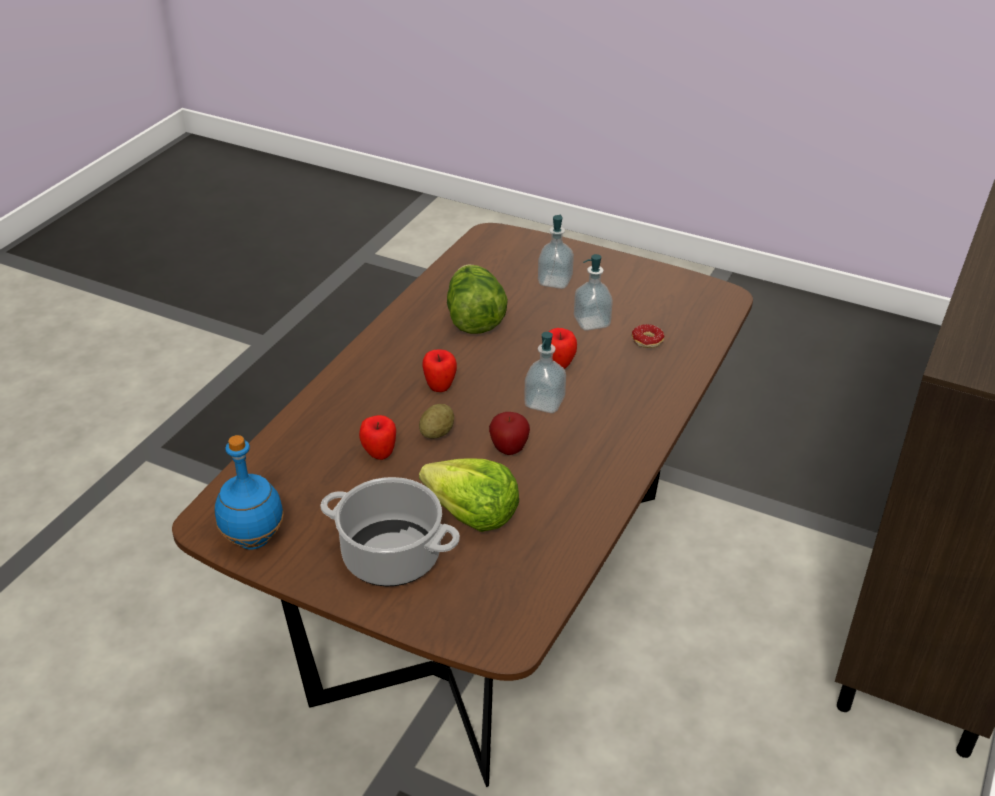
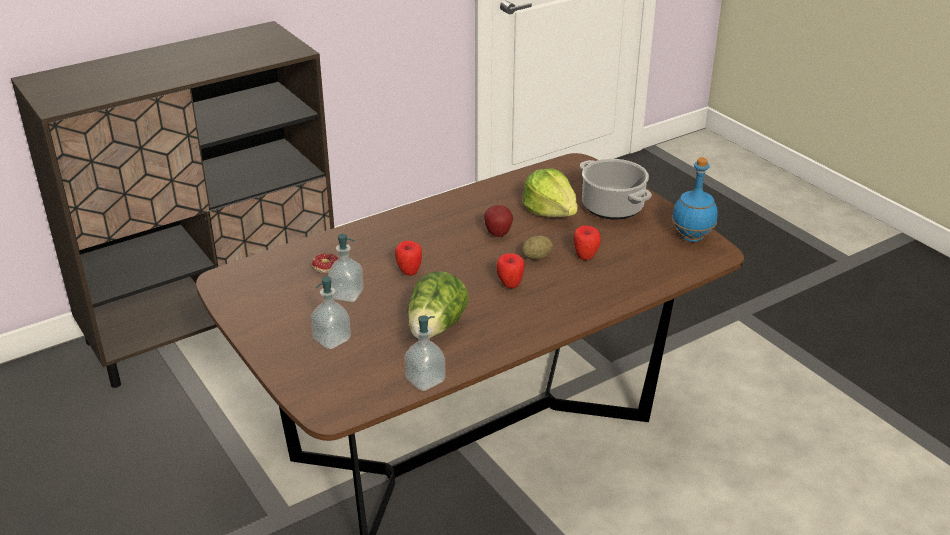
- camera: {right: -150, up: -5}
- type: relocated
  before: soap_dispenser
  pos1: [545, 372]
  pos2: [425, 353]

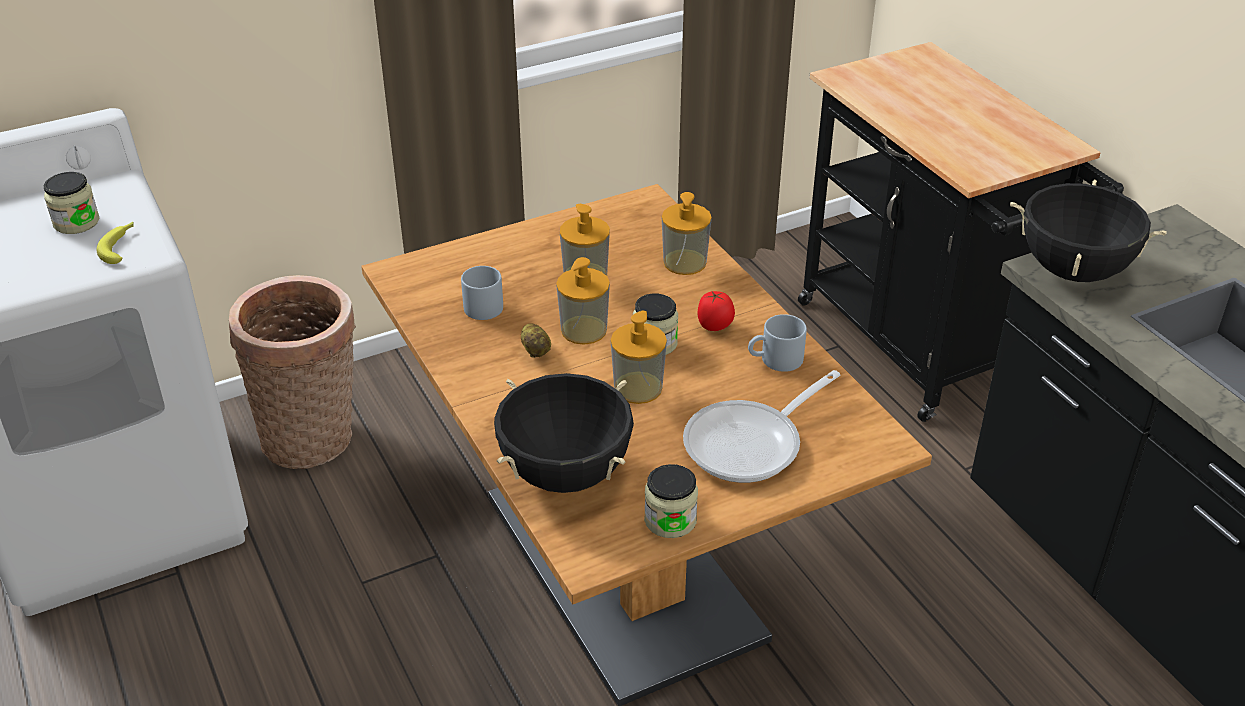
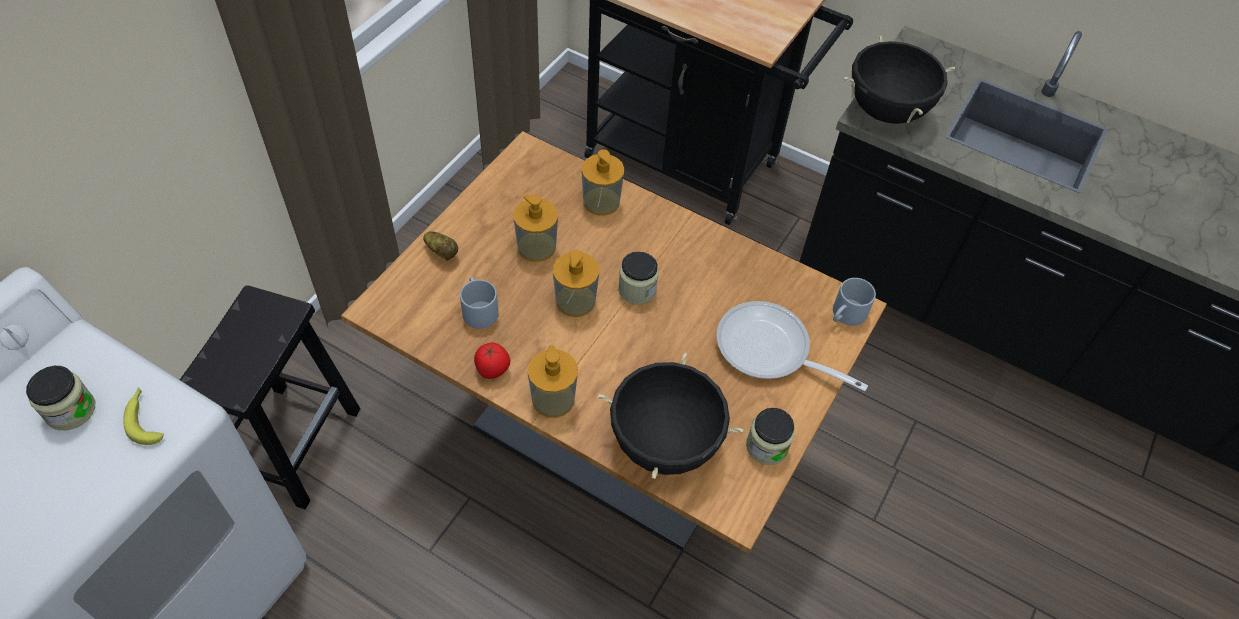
- camera: {right: -35, up: 15}
- type: exchanged
  before: basket
  after: black_stool
  pos1: [292, 372]
  pos2: [270, 397]
- type: relocated
  before: tomato
  pos1: [716, 311]
  pos2: [492, 361]
- type: relocated
  before: soap_dispenser
  pos1: [639, 357]
  pos2: [553, 381]
- type: relocated
  before: grey_mug
  pos1: [777, 343]
  pos2: [854, 302]
- type: relocated
  before: potato
  pos1: [536, 340]
  pos2: [440, 246]
- type: spun
  before: frying_pan
  pos1: [762, 426]
  pos2: [792, 346]
  turn: 105

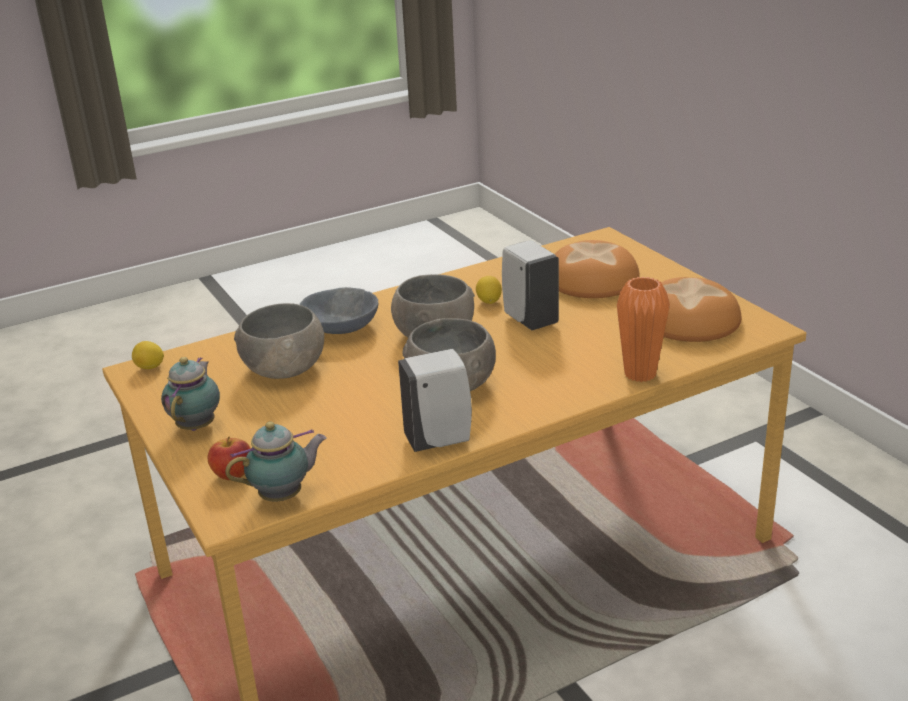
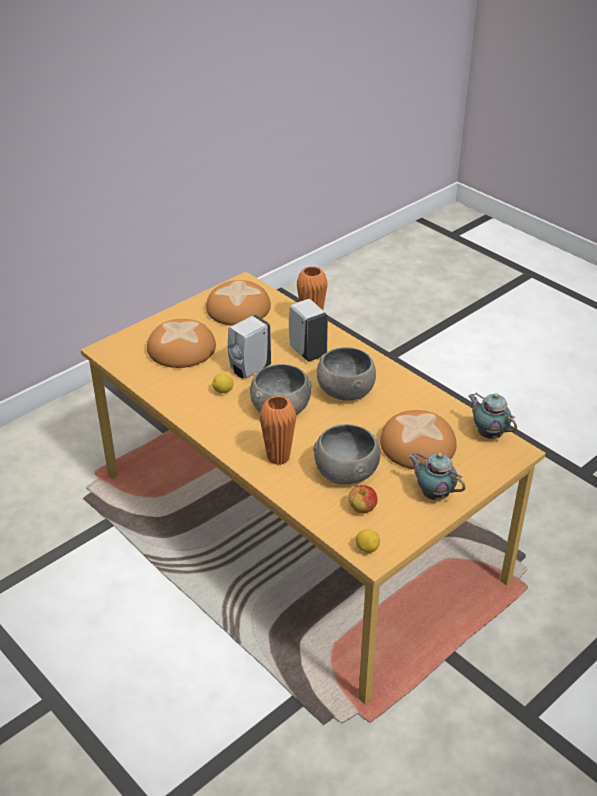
- camera: {right: -105, up: 10}
- type: exchanged
  before: grey_bowl
  after: orange_vase
  pos1: [338, 310]
  pos2: [277, 430]
- type: relocated
  before: white_soap_dispenser
  pos1: [435, 400]
  pos2: [308, 330]
- type: spun
  before: teapot
  pos1: [190, 394]
  pos2: [437, 476]
  turn: 45
- type: relocated
  before: apple
  pos1: [229, 458]
  pos2: [363, 499]
- type: appeared
  after: bread
  pos2: [418, 439]

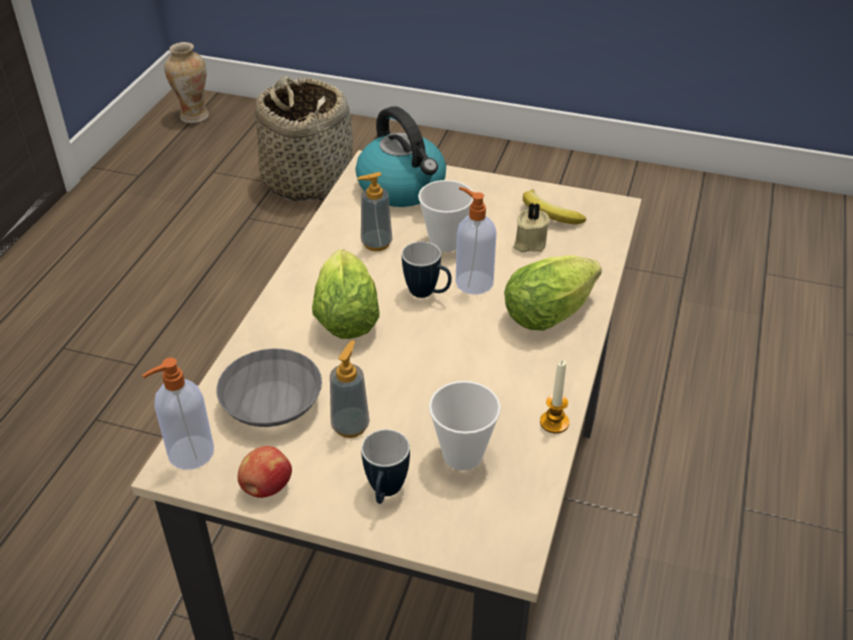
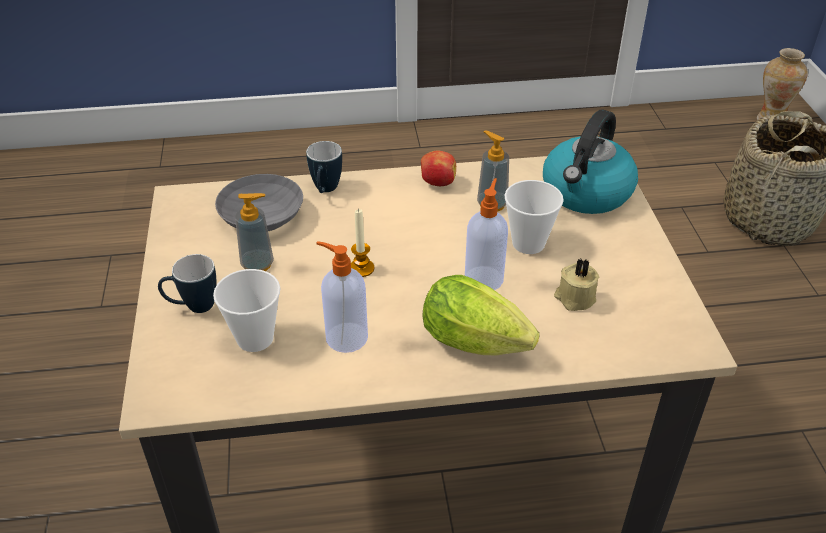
- camera: {right: 65, up: 0}
- type: missing
  before: banana
  pos1: [554, 207]
- type: relocated
  before: mug
  pos1: [427, 269]
  pos2: [324, 167]
- type: missing
  before: lettuce
  pos1: [345, 294]
- type: relocated
  before: soap_dispenser
  pos1: [178, 414]
  pos2: [342, 297]
- type: relocated
  before: candle
  pos1: [554, 396]
  pos2: [362, 243]
- type: relocated
  before: apple
  pos1: [265, 472]
  pos2: [438, 168]

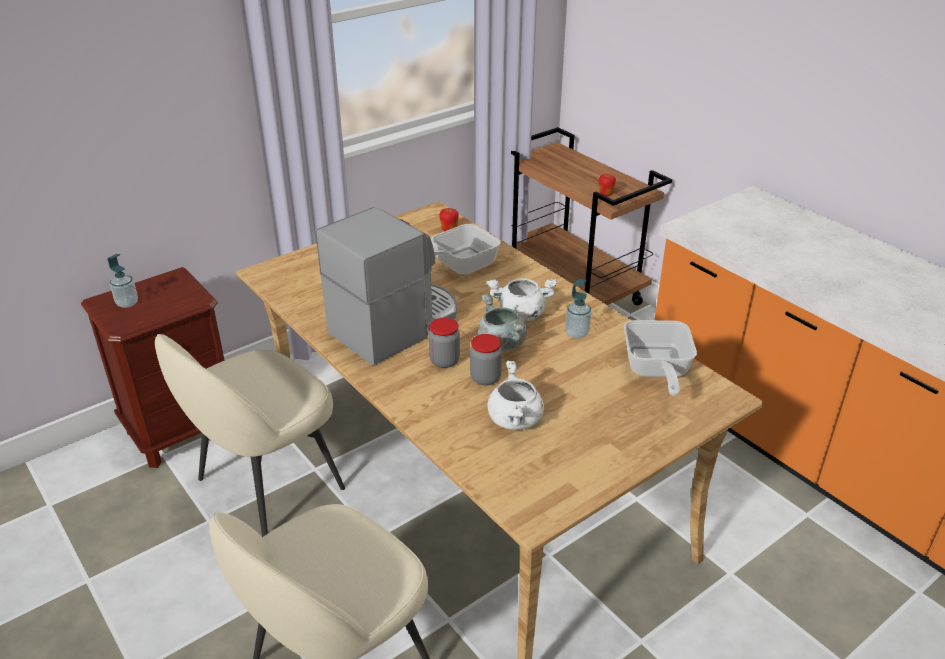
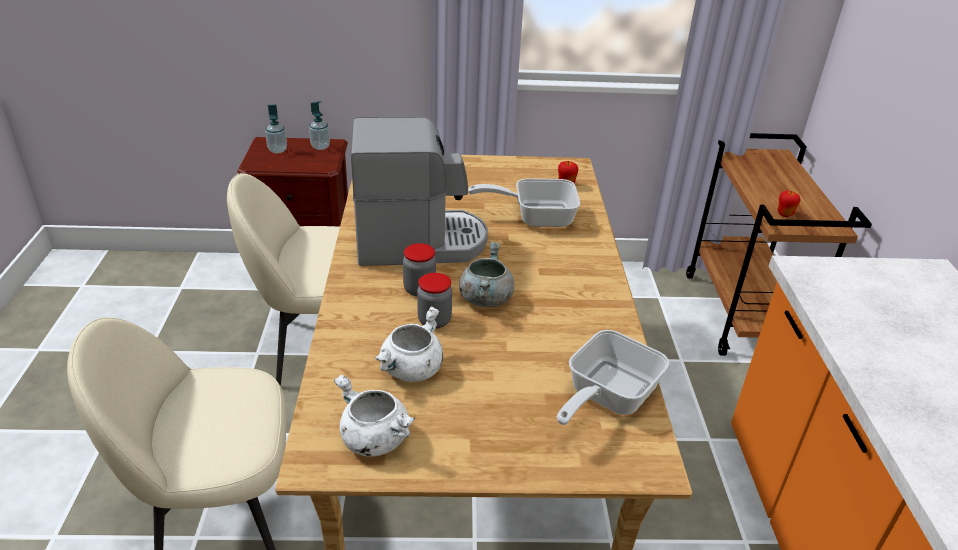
- camera: {right: 35, up: 0}
- type: relocated
  before: white_cooking_pot
  pos1: [522, 299]
  pos2: [374, 416]
- type: relocated
  before: soap_dispenser
  pos1: [578, 309]
  pos2: [319, 125]

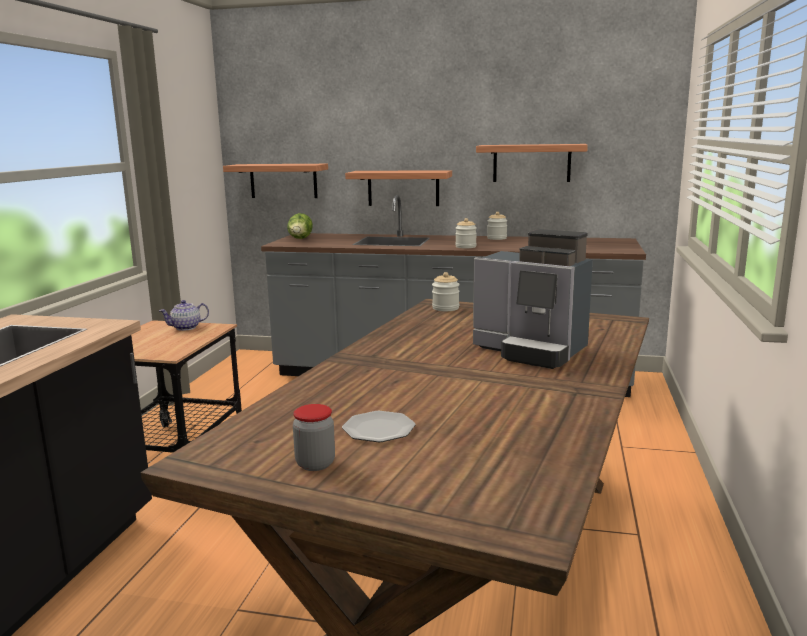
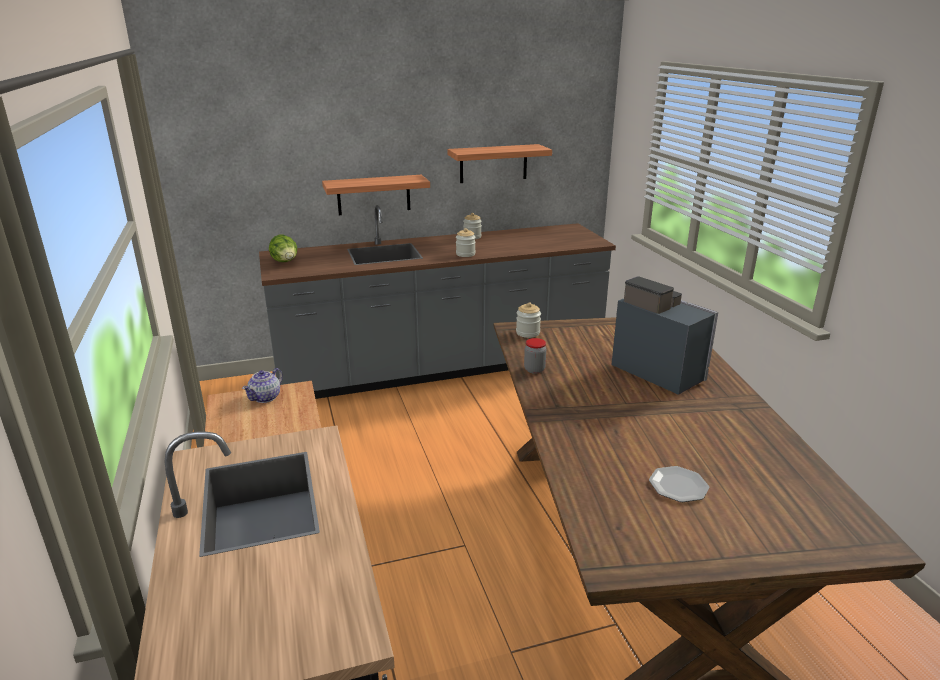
- camera: {right: -30, up: 10}
- type: missing
  before: shelf
  pos1: [275, 181]
- type: spun
  before: coffee_machine
  pos1: [533, 299]
  pos2: [664, 336]
  turn: -135
- type: relocated
  before: jar
  pos1: [314, 437]
  pos2: [535, 356]

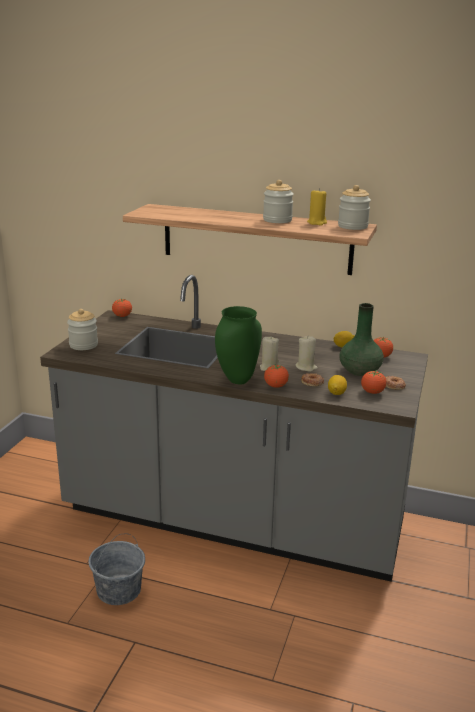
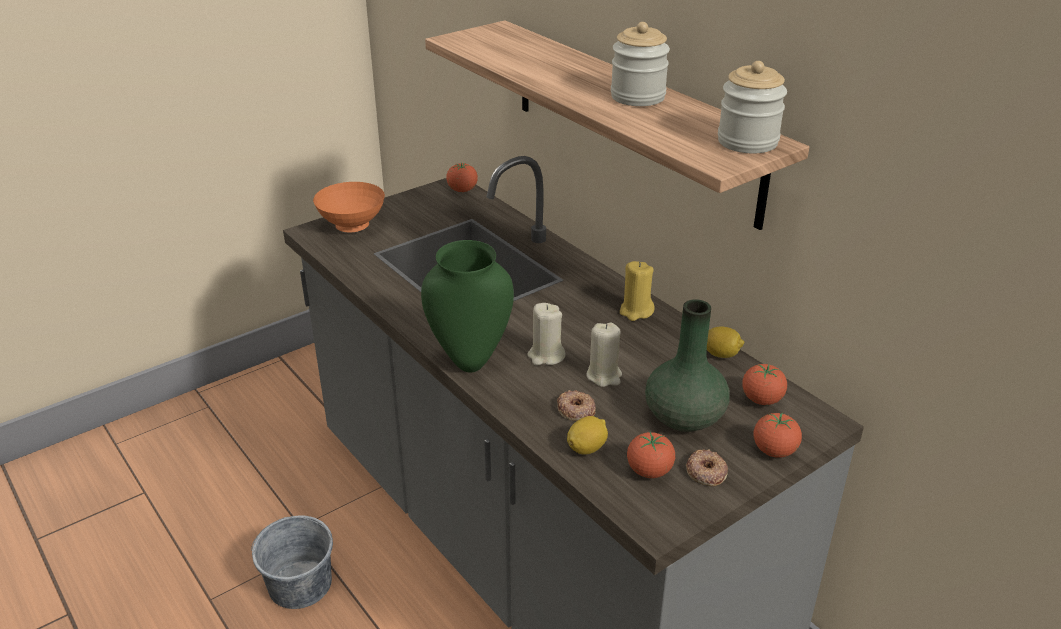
- camera: {right: 35, up: 10}
- type: relocated
  before: yellow_candle
  pos1: [317, 207]
  pos2: [637, 291]
- type: exchanged
  before: jar
  after: orange_bowl
  pos1: [82, 329]
  pos2: [349, 207]
- type: relocated
  before: tomato
  pos1: [276, 376]
  pos2: [778, 435]

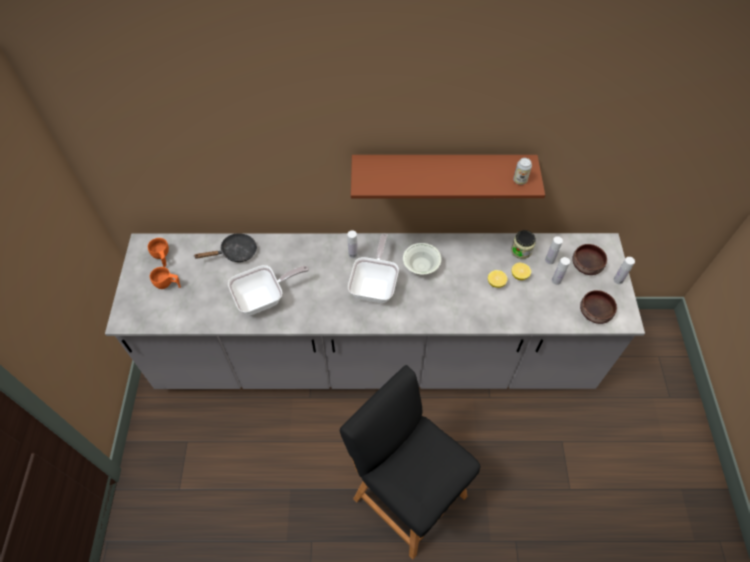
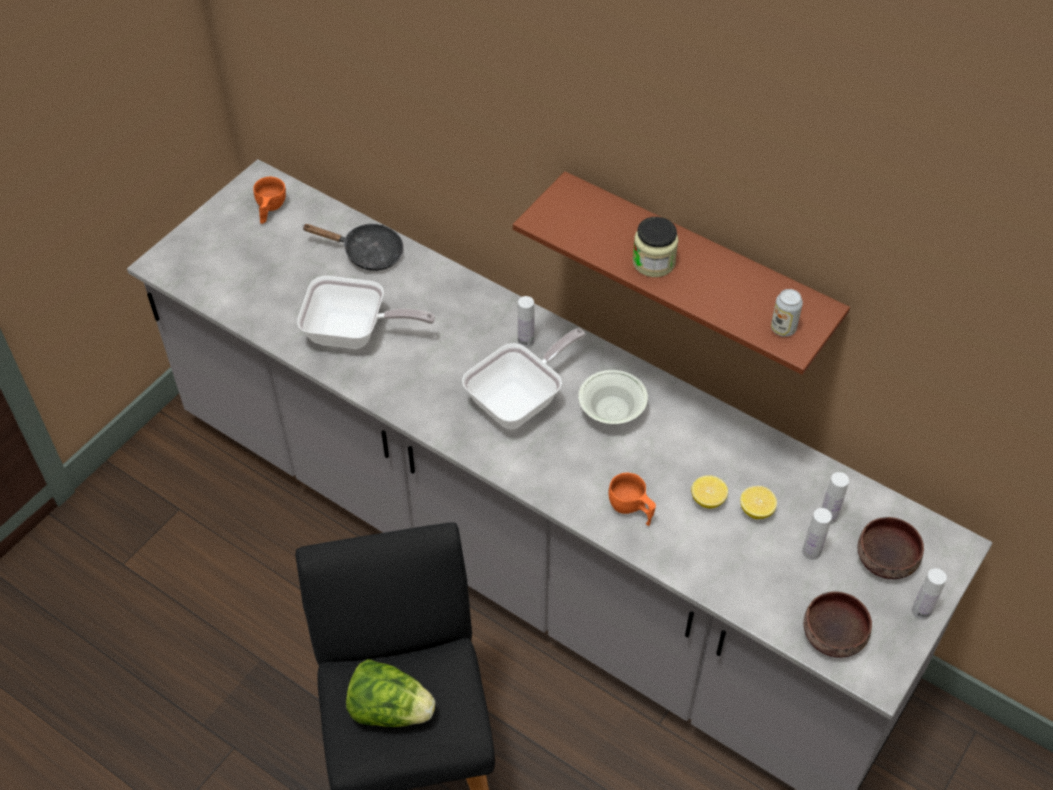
- camera: {right: 35, up: -5}
- type: relocated
  before: jar
  pos1: [523, 244]
  pos2: [655, 247]
- type: relocated
  before: orange_cup
  pos1: [165, 278]
  pos2: [632, 499]
- type: appeared
  after: lettuce
  pos2: [391, 693]

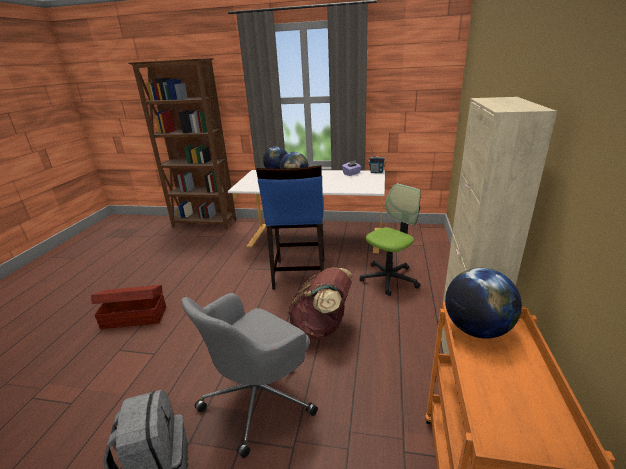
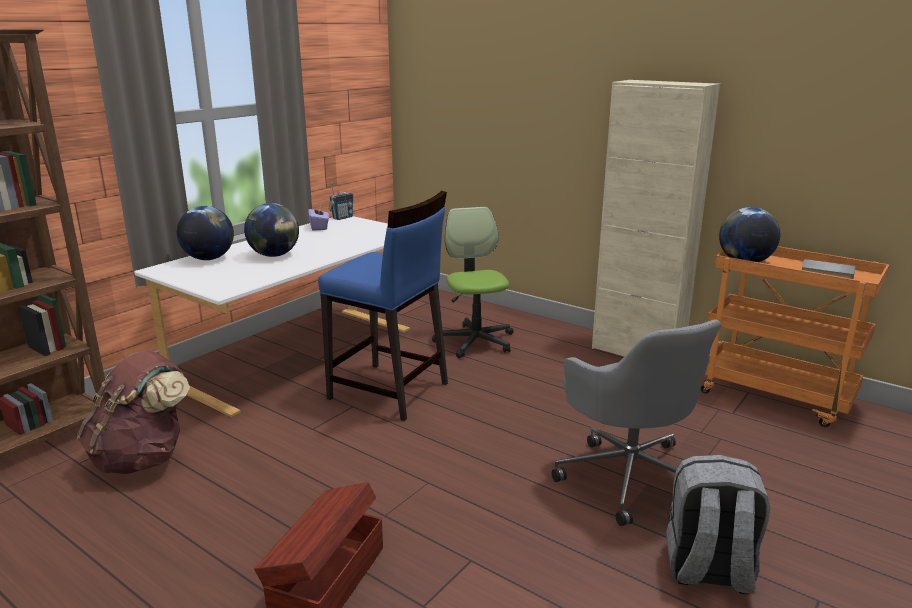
- camera: {right: -65, up: -5}
- type: relocated
  before: brown_backpack
  pos1: [320, 303]
  pos2: [133, 412]
- type: appeared
  after: grey_book
  pos2: [828, 269]

